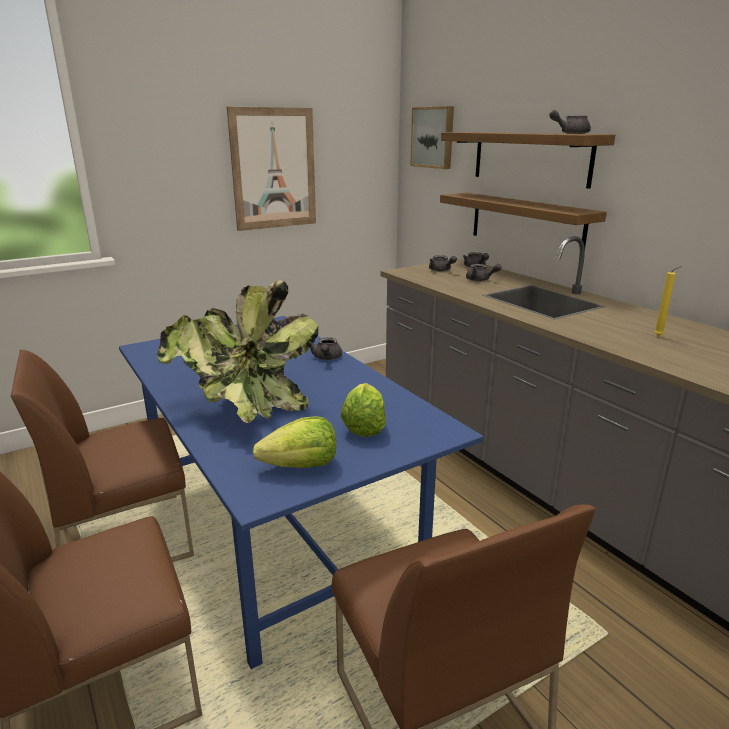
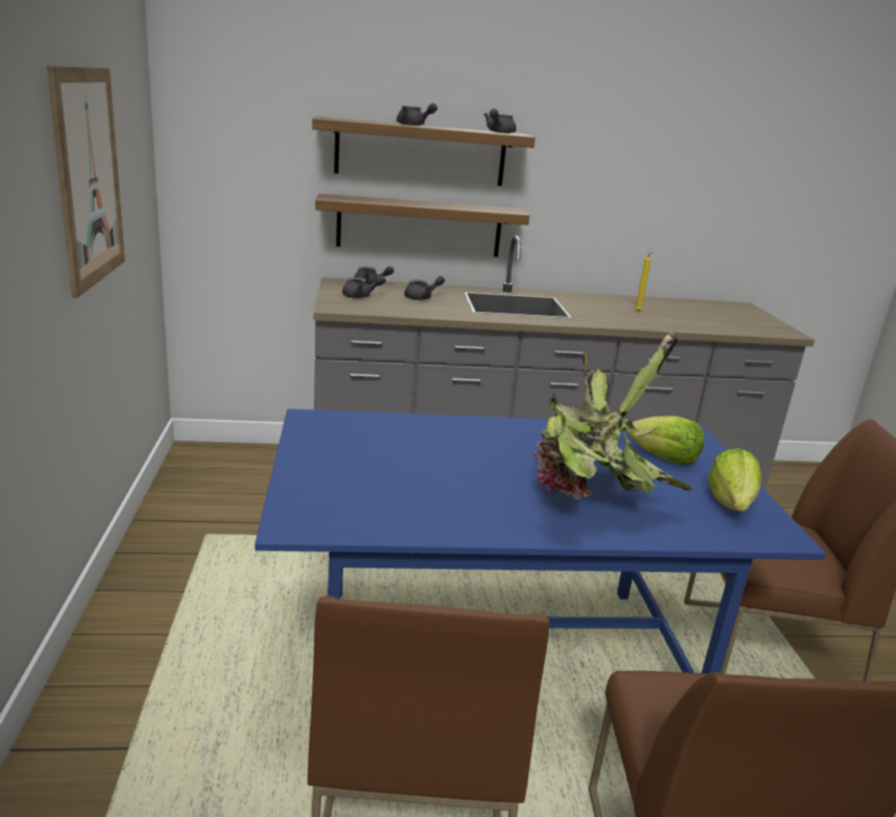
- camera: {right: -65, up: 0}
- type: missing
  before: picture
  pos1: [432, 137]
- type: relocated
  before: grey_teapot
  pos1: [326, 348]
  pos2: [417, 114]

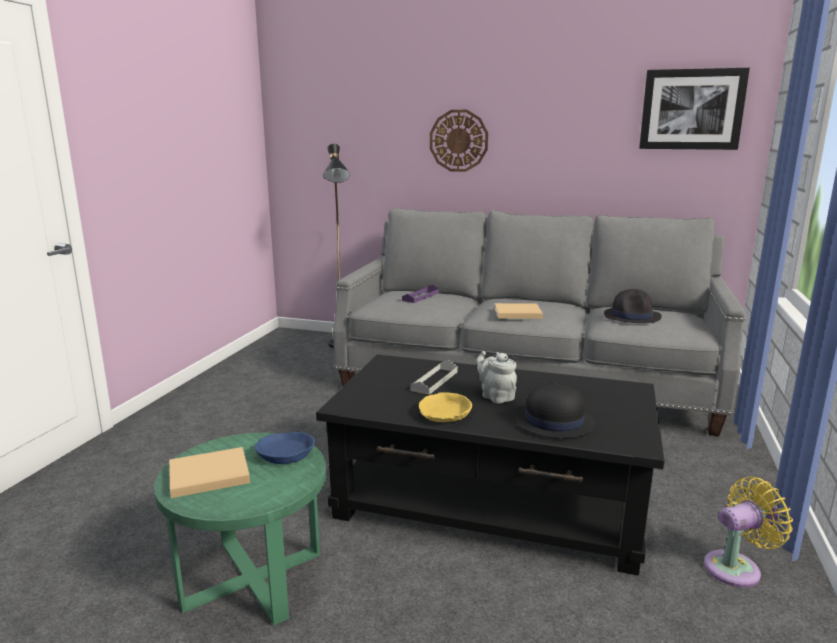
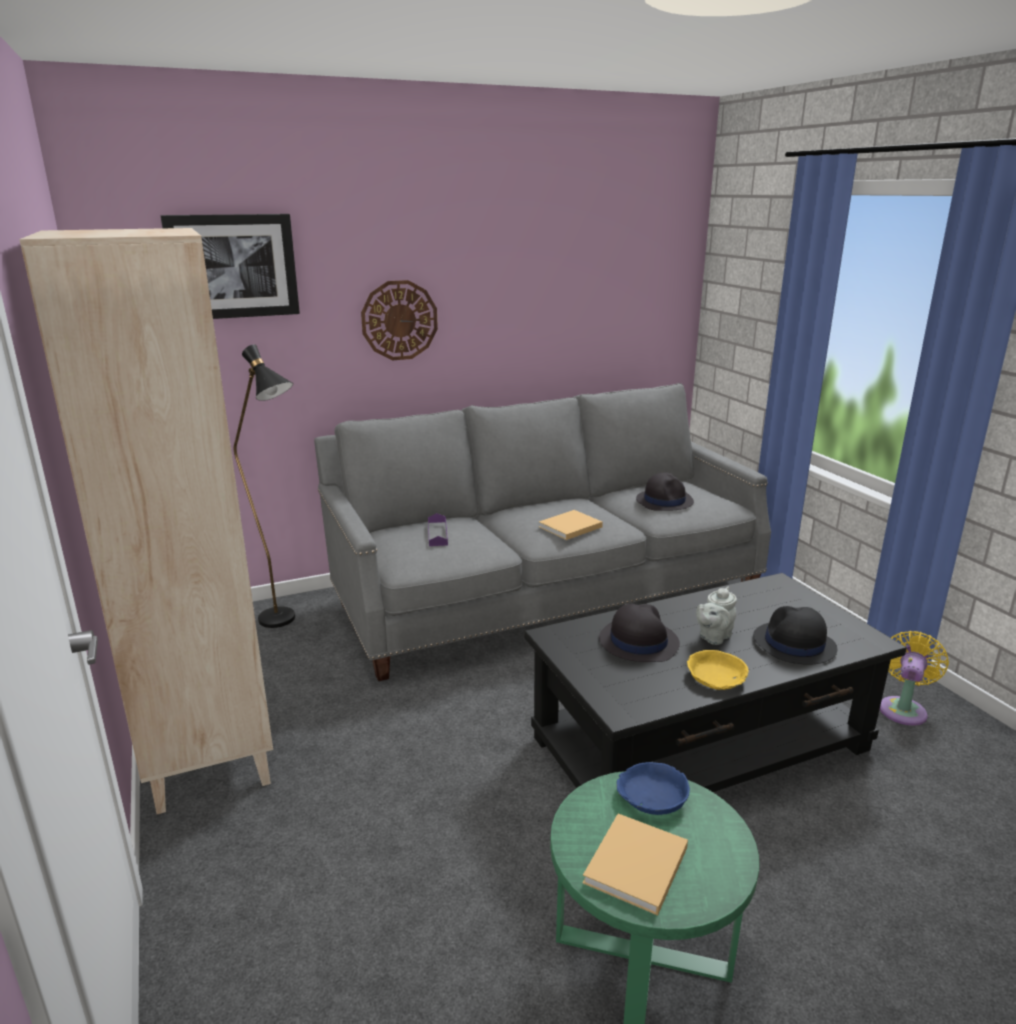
- camera: {right: -40, up: 5}
- type: relocated
  before: picture
  pos1: [694, 109]
  pos2: [230, 266]
- type: spun
  before: grey_teapot
  pos1: [496, 377]
  pos2: [716, 616]
  turn: -60
- type: exchanged
  before: grey_tray
  after: black_hat
  pos1: [434, 377]
  pos2: [639, 633]
- type: appeared
  after: beige_bookcase
  pos2: [146, 521]

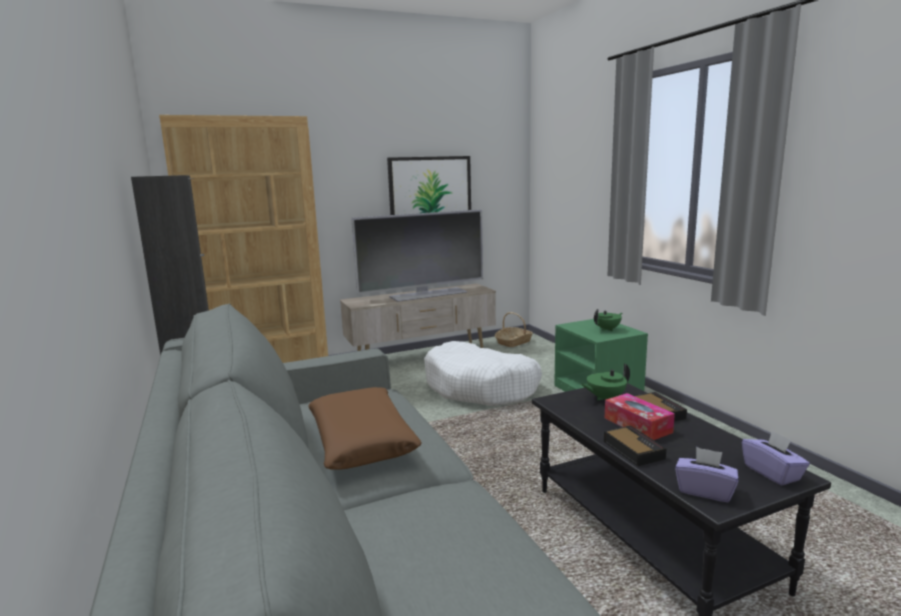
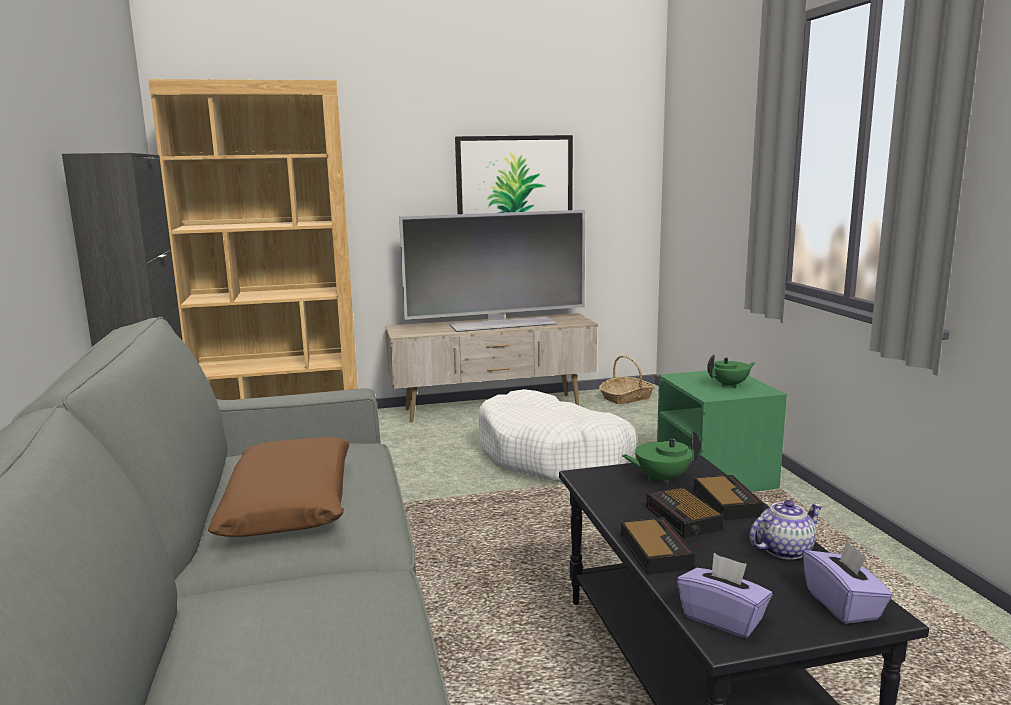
- camera: {right: 10, up: 0}
- type: exchanged
  before: tissue_box
  after: alarm_clock
  pos1: [640, 416]
  pos2: [685, 512]
- type: appeared
  after: teapot
  pos2: [786, 530]

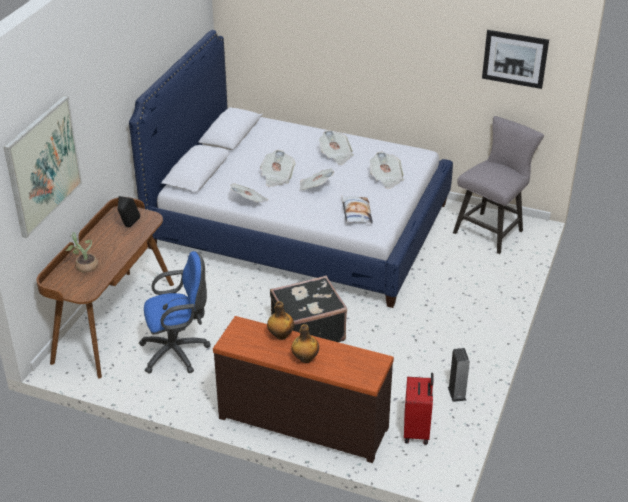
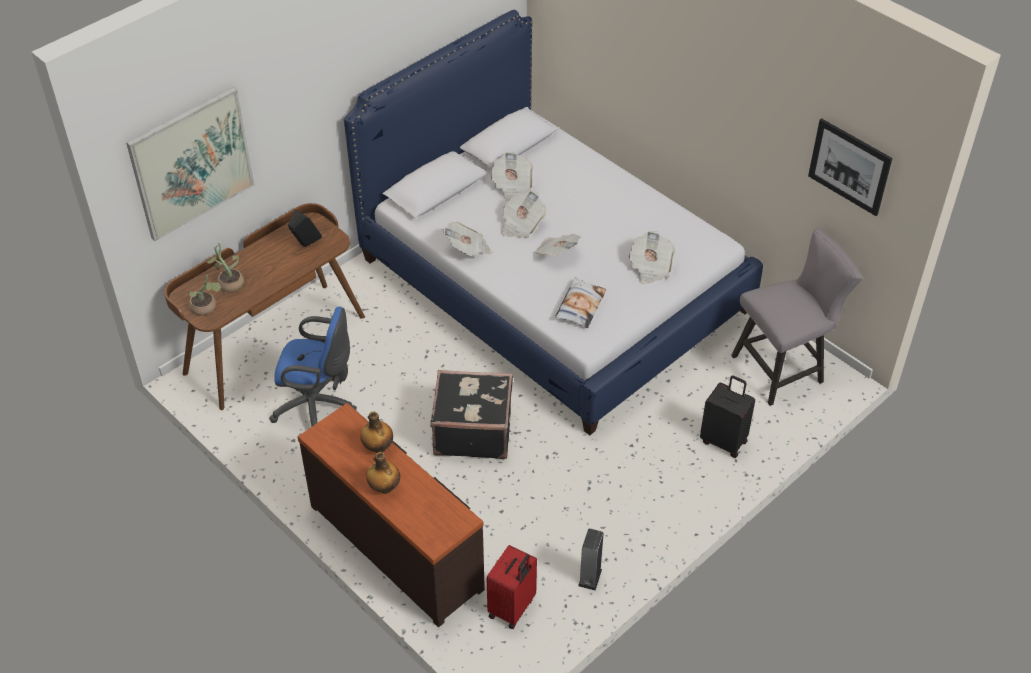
- camera: {right: 25, up: 10}
- type: relocated
  before: newspaper
  pos1: [336, 147]
  pos2: [512, 177]
- type: appeared
  after: potted_plant
  pos2: [205, 295]
- type: appeared
  after: black_suitcase
  pos2: [727, 416]

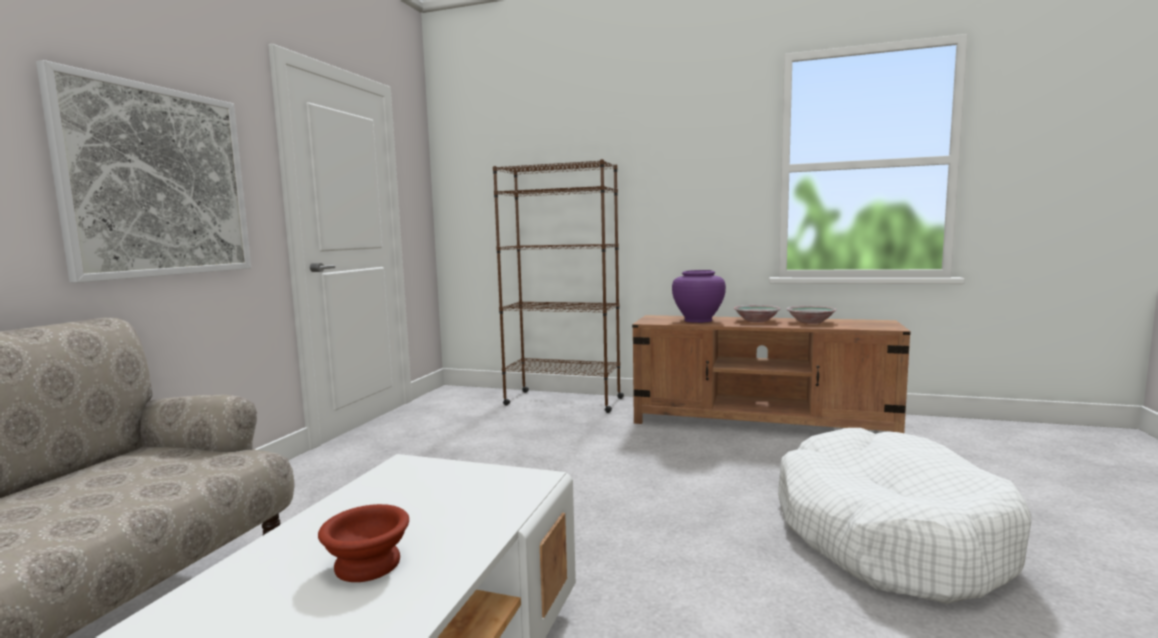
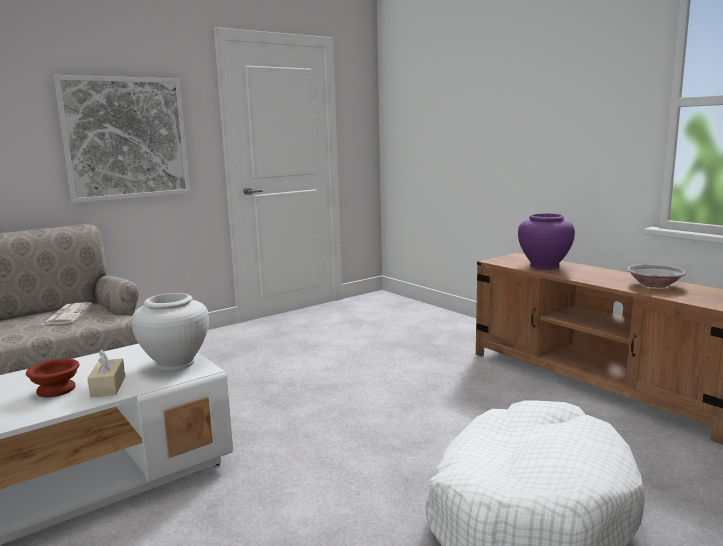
- camera: {right: 35, up: 5}
- type: missing
  before: brown_bookcase
  pos1: [558, 286]
- type: missing
  before: bowl
  pos1: [757, 313]
- type: appeared
  after: white_vase
  pos2: [170, 332]
- type: appeared
  after: newspaper
  pos2: [67, 313]
- type: appeared
  after: beige_tissue_box
  pos2: [106, 373]

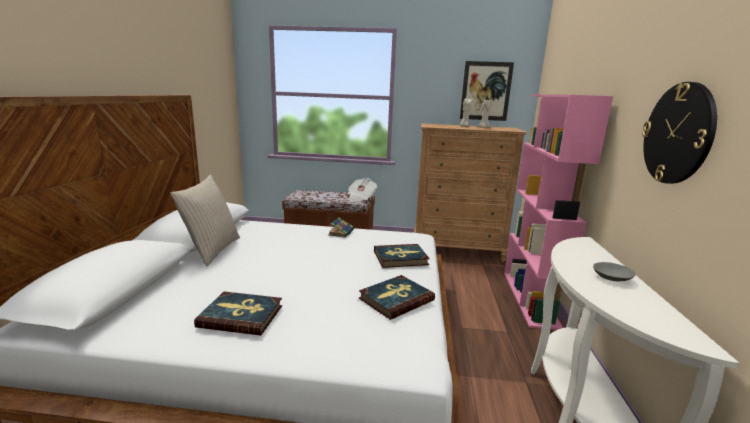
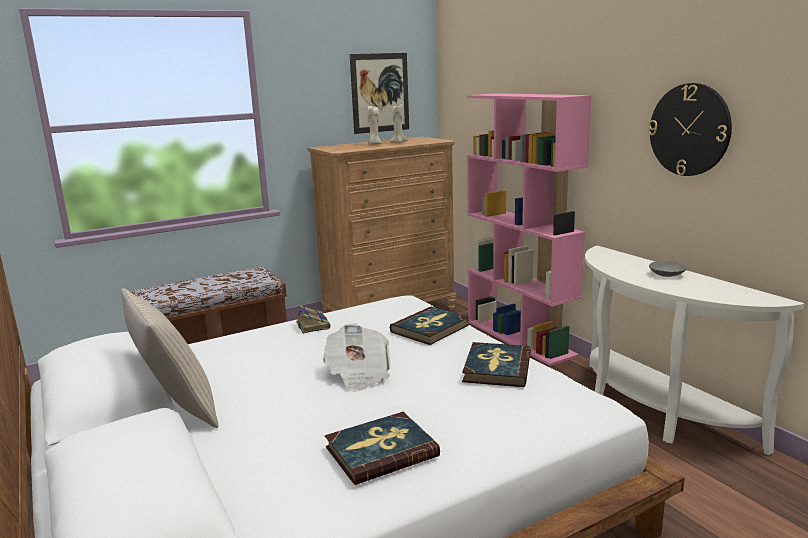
- camera: {right: -35, up: 0}
- type: relocated
  before: newspaper
  pos1: [362, 189]
  pos2: [357, 357]

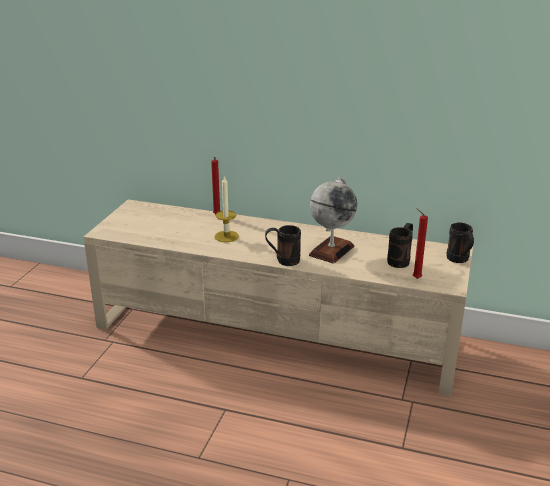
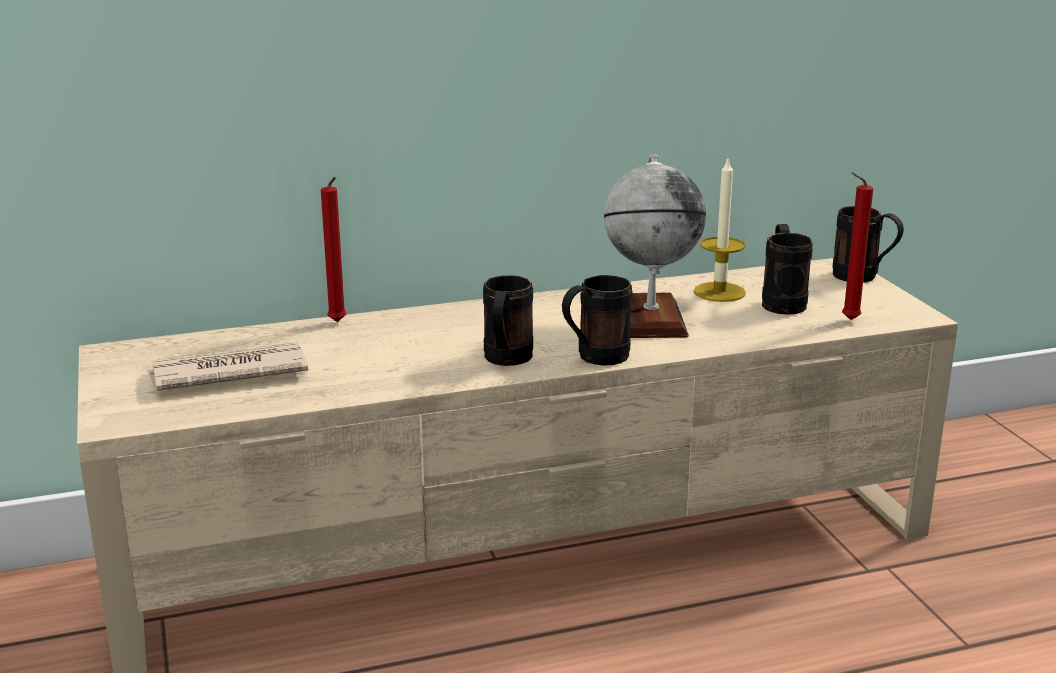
- camera: {right: -35, up: -5}
- type: relocated
  before: candle
  pos1: [226, 208]
  pos2: [720, 230]
- type: appeared
  after: black_mug
  pos2: [508, 320]
- type: appeared
  after: newspaper
  pos2: [228, 366]

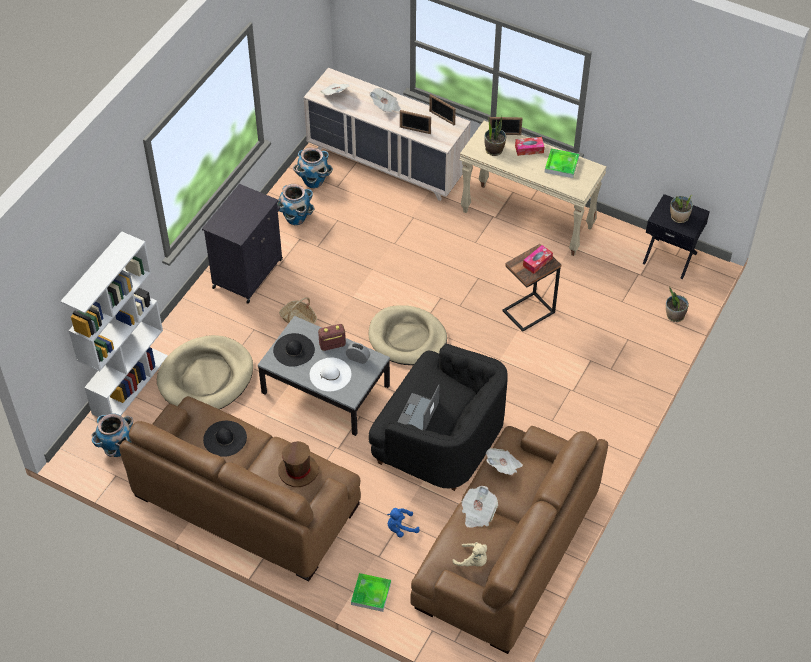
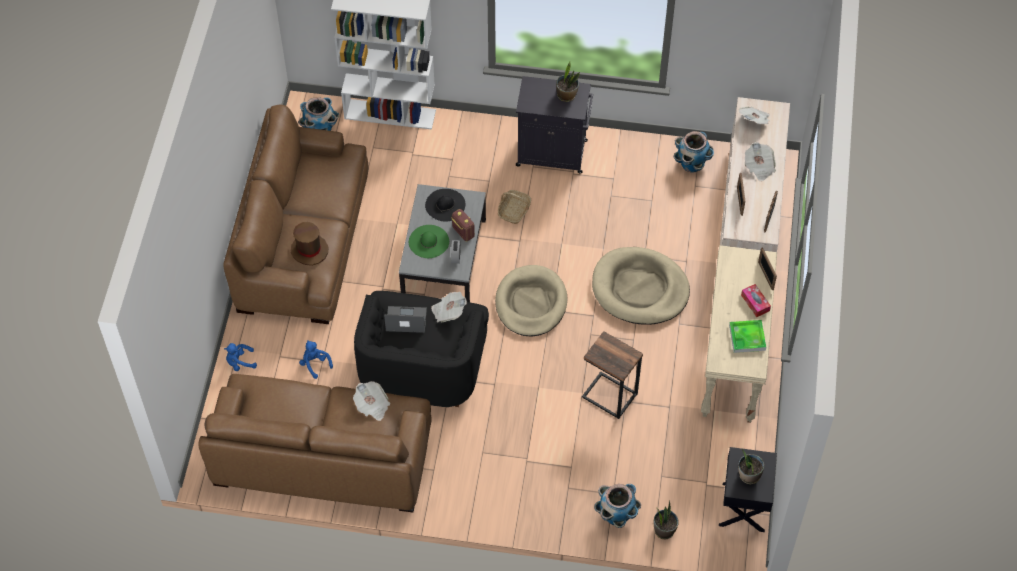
- camera: {right: 70, up: 5}
- type: relocated
  before: potted_plant
  pos1: [495, 136]
  pos2: [568, 81]
- type: relocated
  before: planter
  pos1: [296, 204]
  pos2: [617, 506]
- type: missing
  before: tissue_box
  pos1: [538, 259]
- type: relocated
  before: beige_dog_bed
  pos1: [205, 372]
  pos2: [641, 286]
- type: colour
  before: white_hat
  after: green_hat
  pos1: [330, 375]
  pos2: [429, 241]
- type: missing
  before: black_hat
  pos1: [225, 439]
- type: relocated
  before: newspaper
  pos1: [479, 507]
  pos2: [449, 307]
- type: missing
  before: beige_plush_toy
  pos1: [469, 554]
- type: exchanged
  before: tray
  after: blue_plush_toy
  pos1: [371, 592]
  pos2: [240, 357]

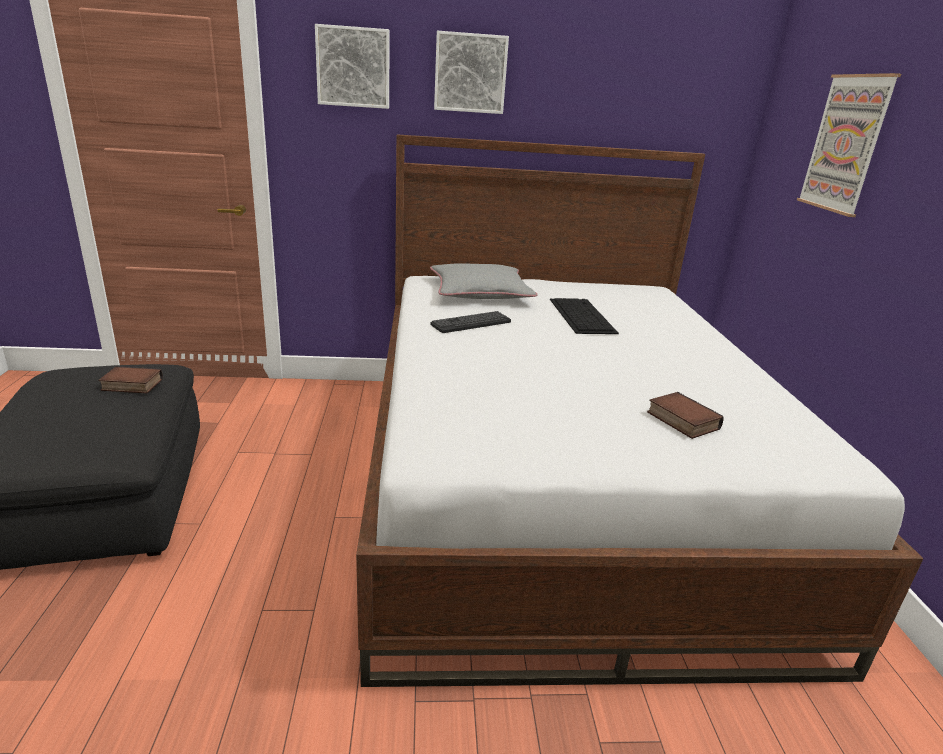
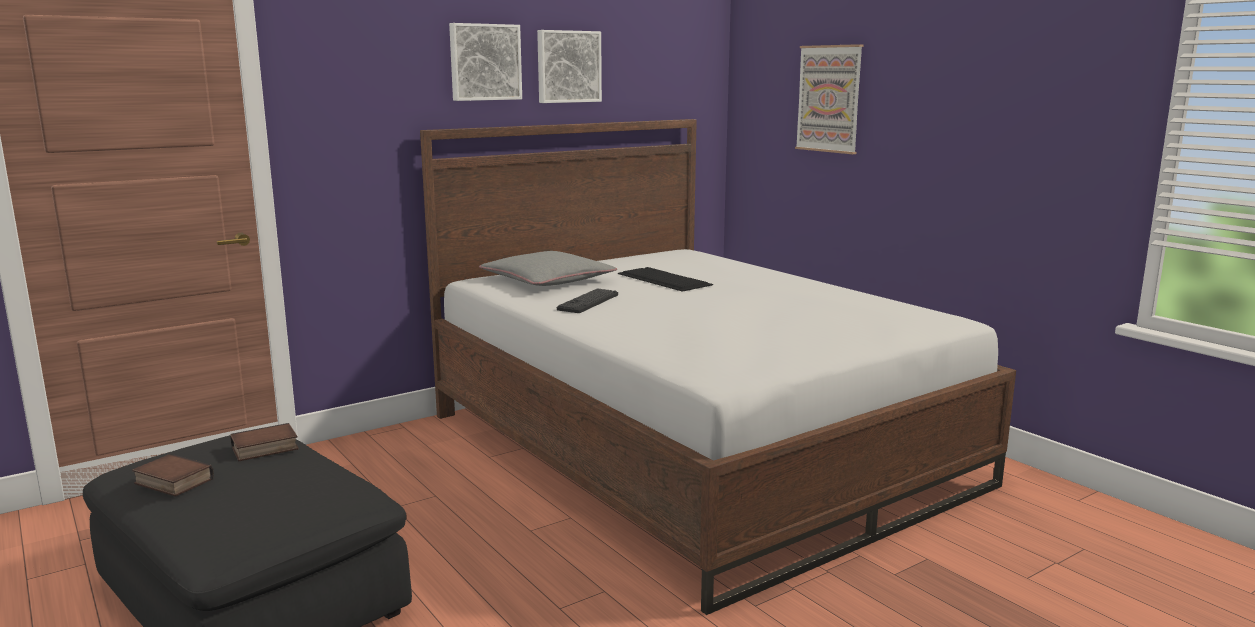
- camera: {right: -30, up: -10}
- type: relocated
  before: picture
  pos1: [352, 66]
  pos2: [569, 66]
- type: relocated
  before: book
  pos1: [685, 415]
  pos2: [173, 475]

